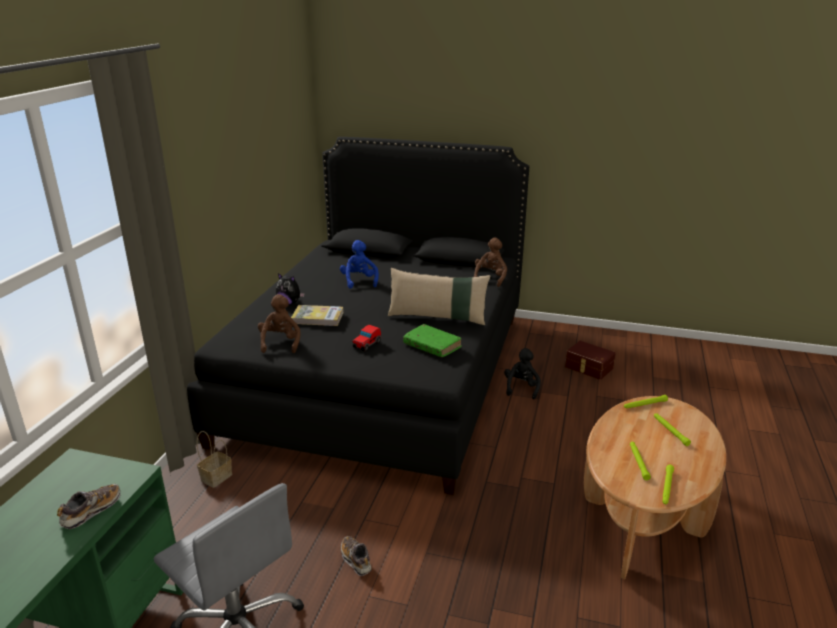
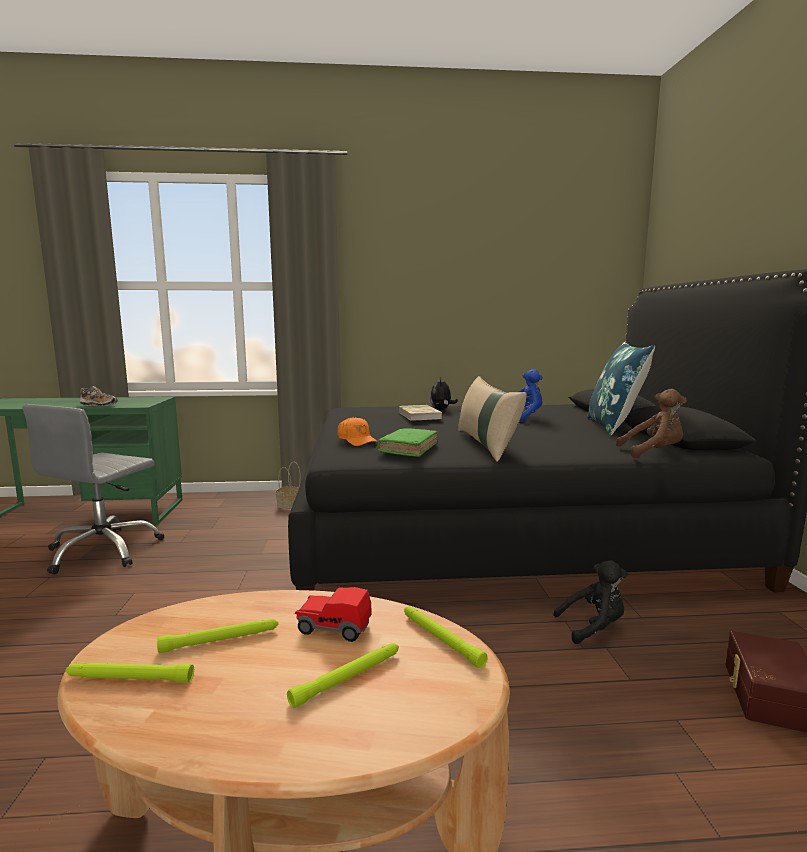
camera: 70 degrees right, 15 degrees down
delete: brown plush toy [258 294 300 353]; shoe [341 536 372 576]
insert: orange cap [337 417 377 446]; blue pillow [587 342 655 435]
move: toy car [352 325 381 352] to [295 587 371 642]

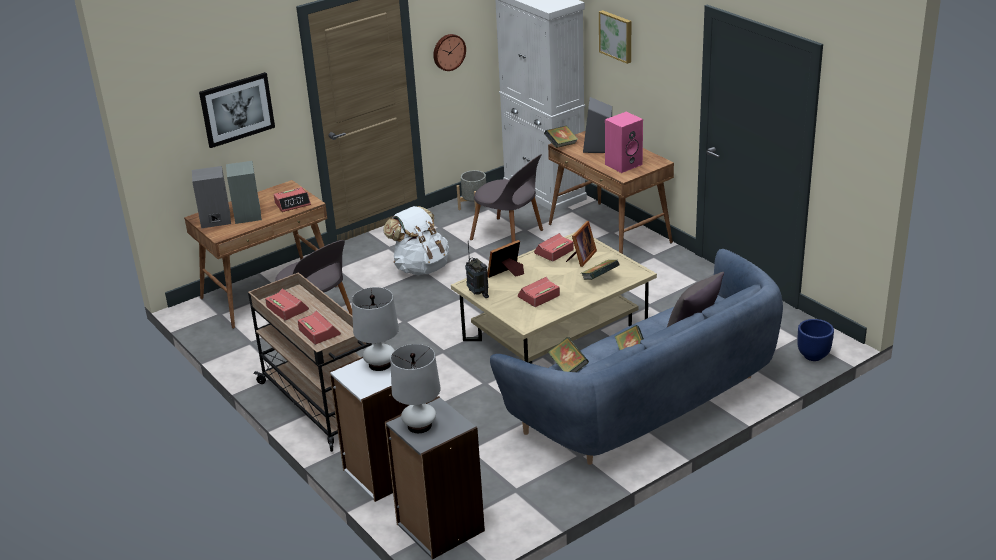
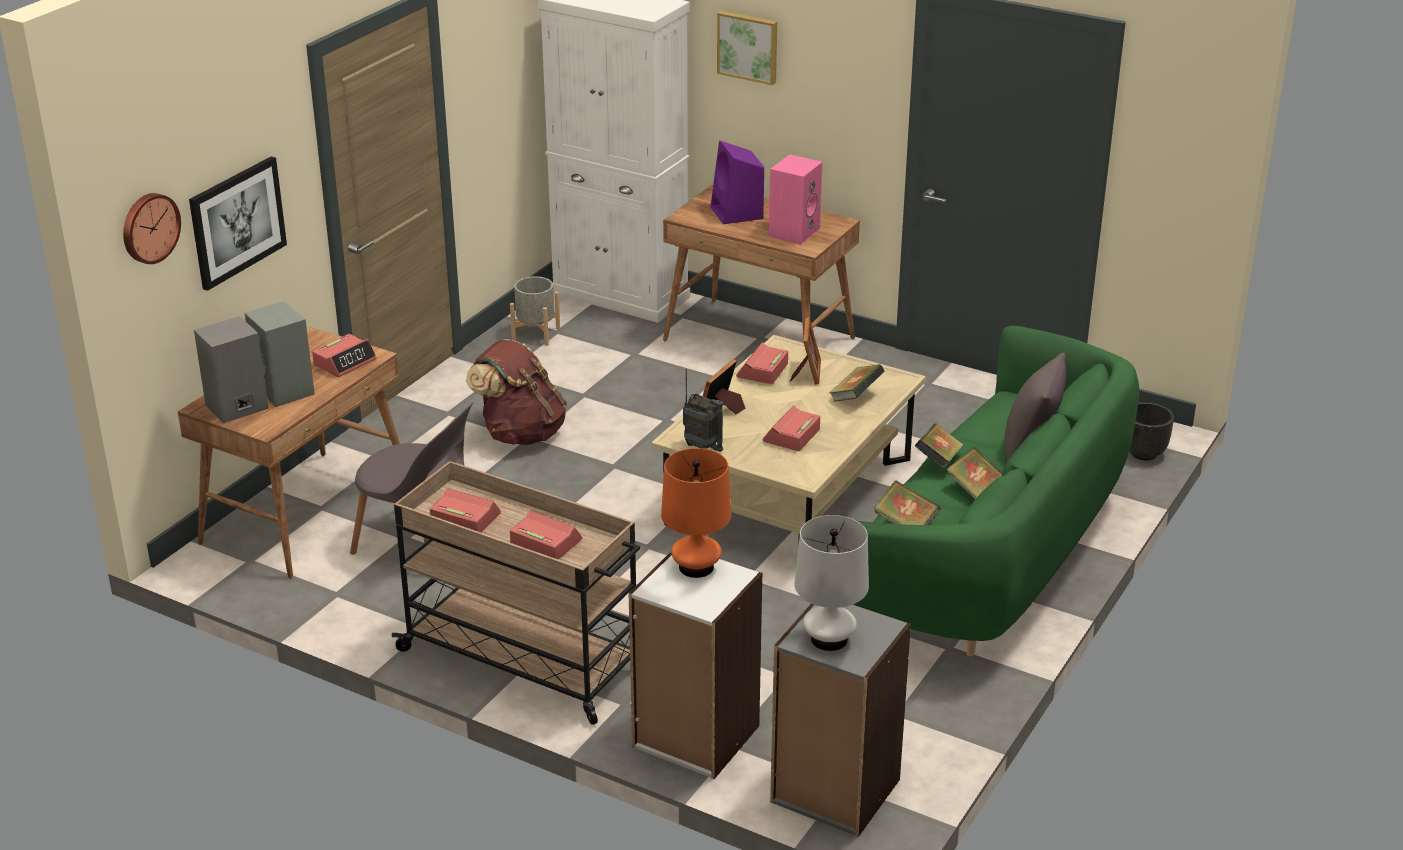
camera: 25 degrees left, 0 degrees up
delete: grey chair [470 154 543 242]
move: wall clock [433 34 466 71] to [123 193 181 264]; book [544 126 578 148] to [915 423 964 469]
recolor: white table lamp [352 287 399 371] to orange table lamp [661 448 731 578]; white backpack [383 206 449 275] to brown backpack [466 339 567 445]; blue sofa [490 249 783 465] to green sofa [853 326 1139 657]; grey speaker [583 97 612 153] to purple speaker [711 140 764 224]; blue planter [797 319 834 361] to black planter [1129 402 1174 460]

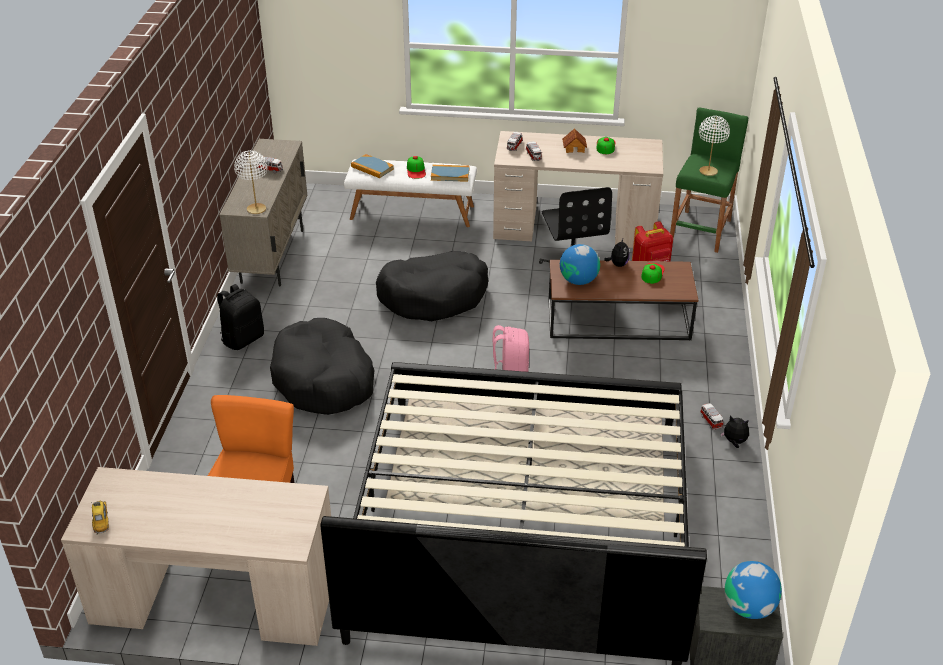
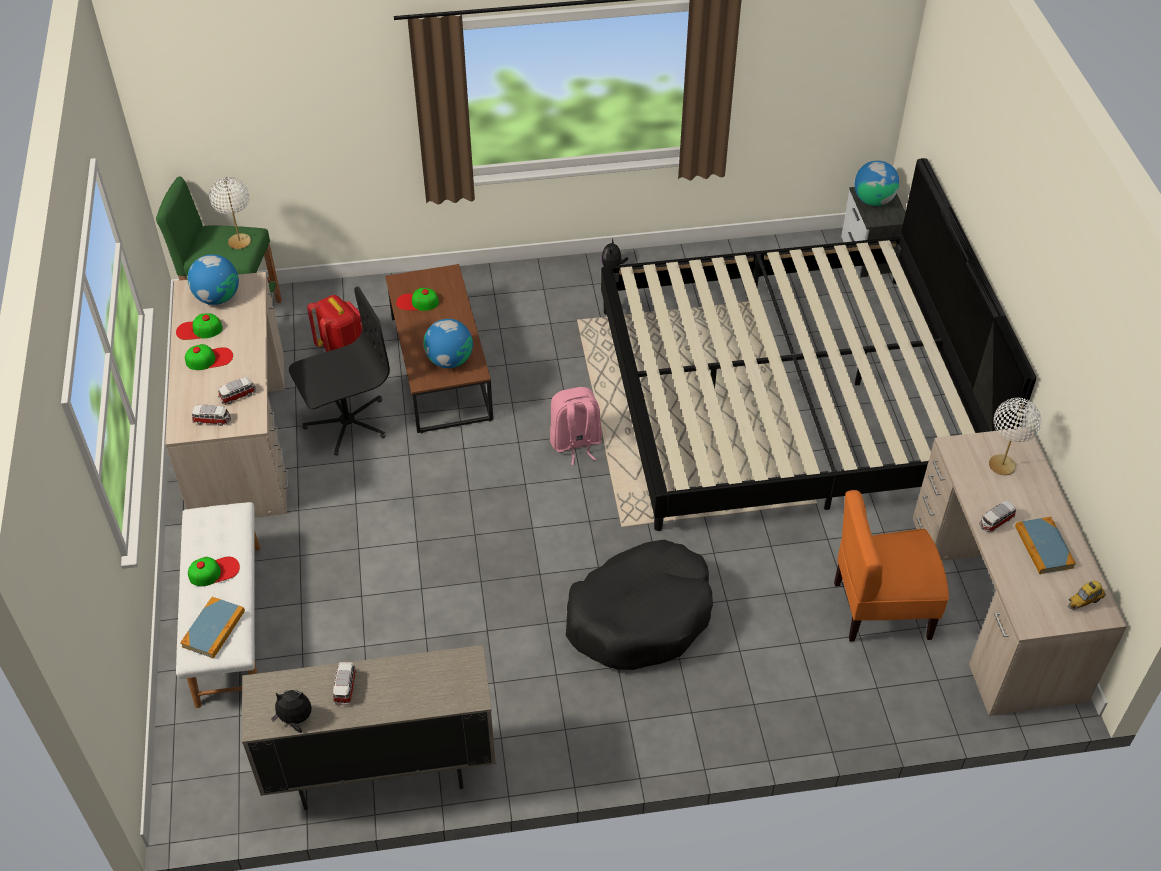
camera: 105 degrees left, 10 degrees up
delete: black backpack [217 284 264 350]; black dog bed [376 251 488 321]
insert: globe [187 254 239 305]
move: white table lamp [234 150 268 214] to [989 398 1042 475]; book [431 165 469 182] to [1015 517 1076 574]; plush toy [604 237 630 267] to [272 690 312 733]; toy car [700 403 723 430] to [979 501 1016 532]
replace: toy house [562 128 587 153] to cap [185 344 233 370]

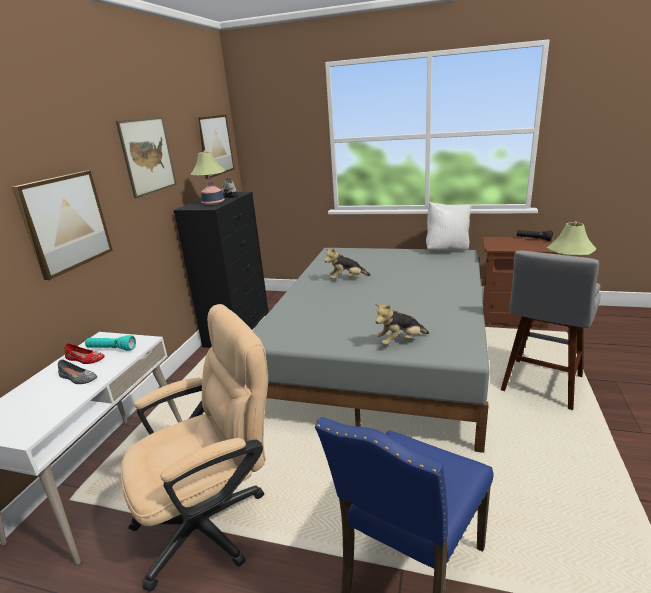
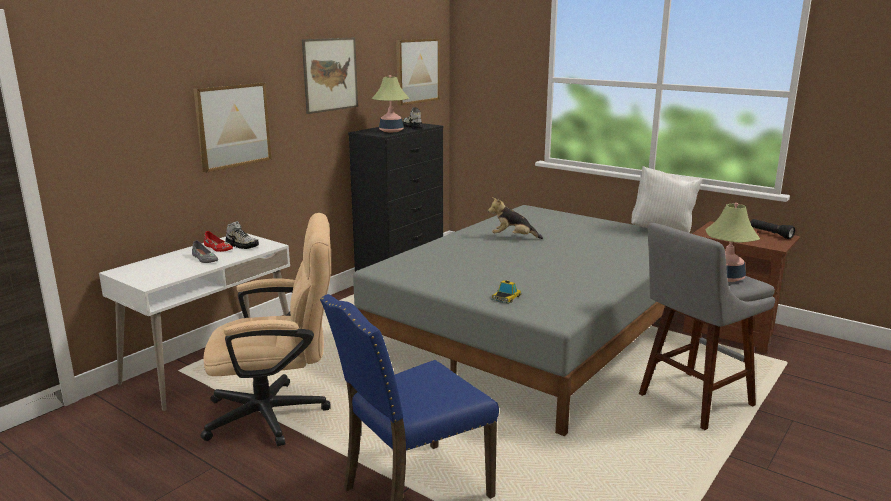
camera: 20 degrees right, 5 degrees down
replace: turquoise flashlight [85 335 136 351] to shoe [225 221 259 249]; plush toy [375 304 429 345] to toy car [491 280 522 304]

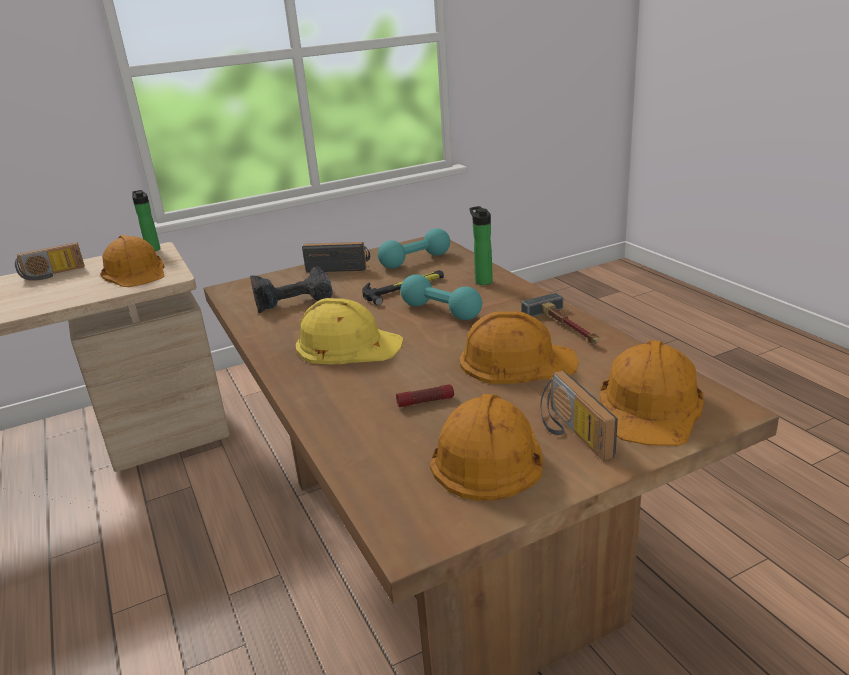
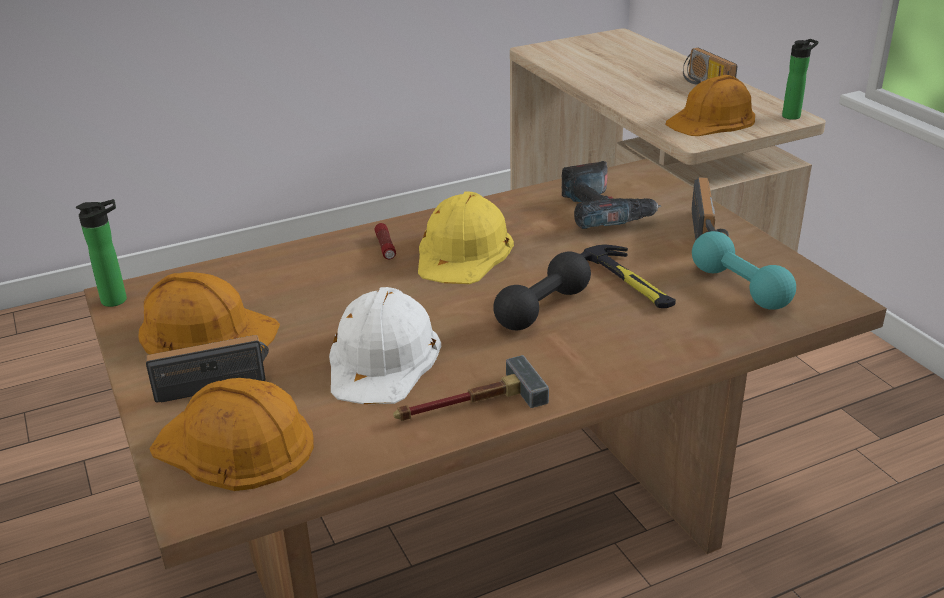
camera: 90 degrees right, 5 degrees up
move: flashlight [396 384 454 407] to [375 223 396 259]; bottle [470 206 493 285] to [76 199 127 307]
recolor: turquoise dumbbell [400 274 482 320] to black dumbbell [493 252 591 330]; orange hard hat [460 311 579 384] to white hard hat [329 287 441 404]

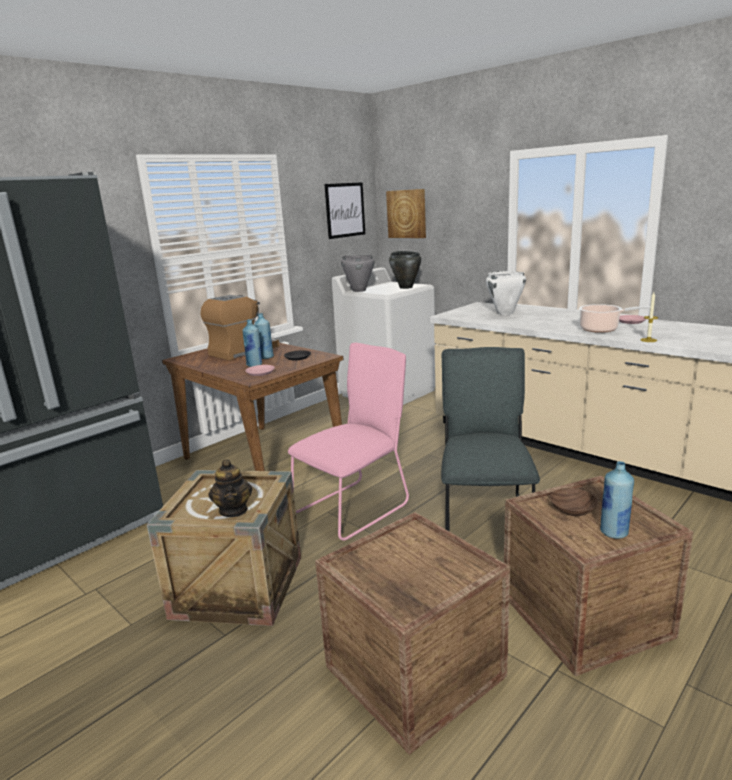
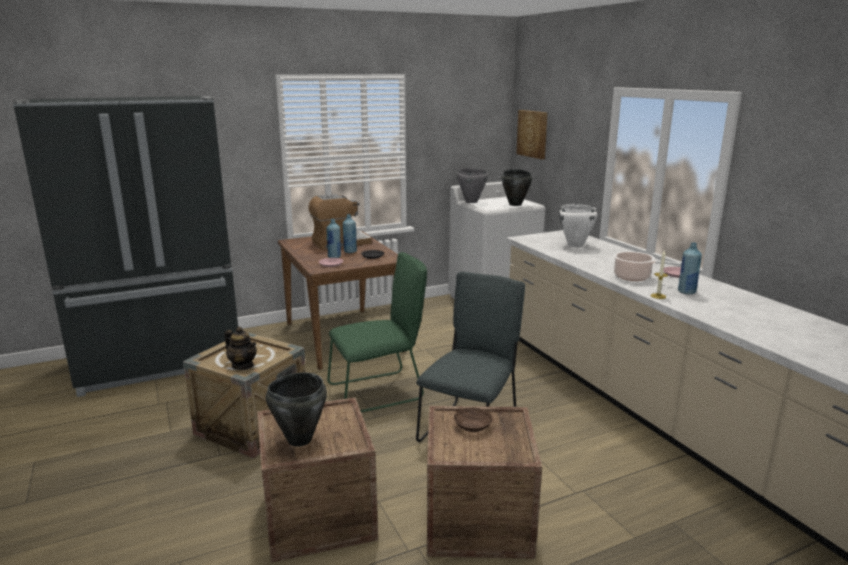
camera: 20 degrees right, 0 degrees up
delete: picture [324 182 365 239]
insert: black cooking pot [266 372 327 447]
move: blue bottle [600 461 634 539] to [678 243 702 294]
recolor: pink chair [288 343 409 541] to green chair [327 252 427 412]
rotate: teapot [209 459 252 517] = [224 327 257 370] 60 degrees counterclockwise

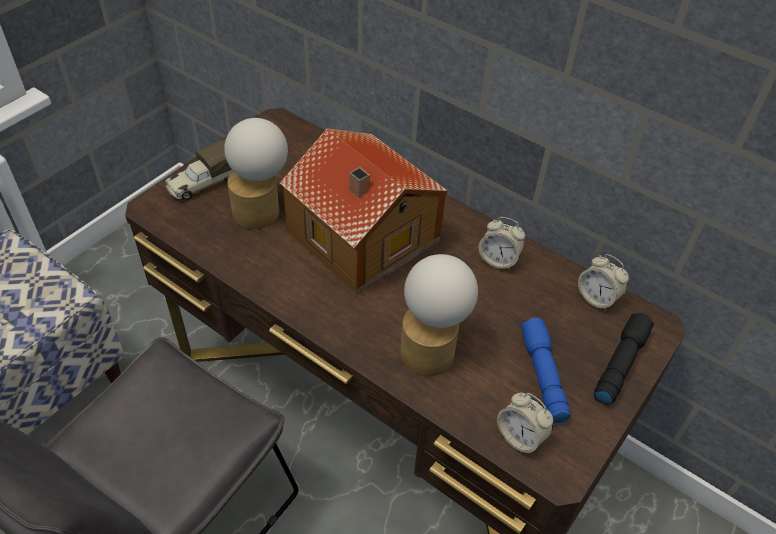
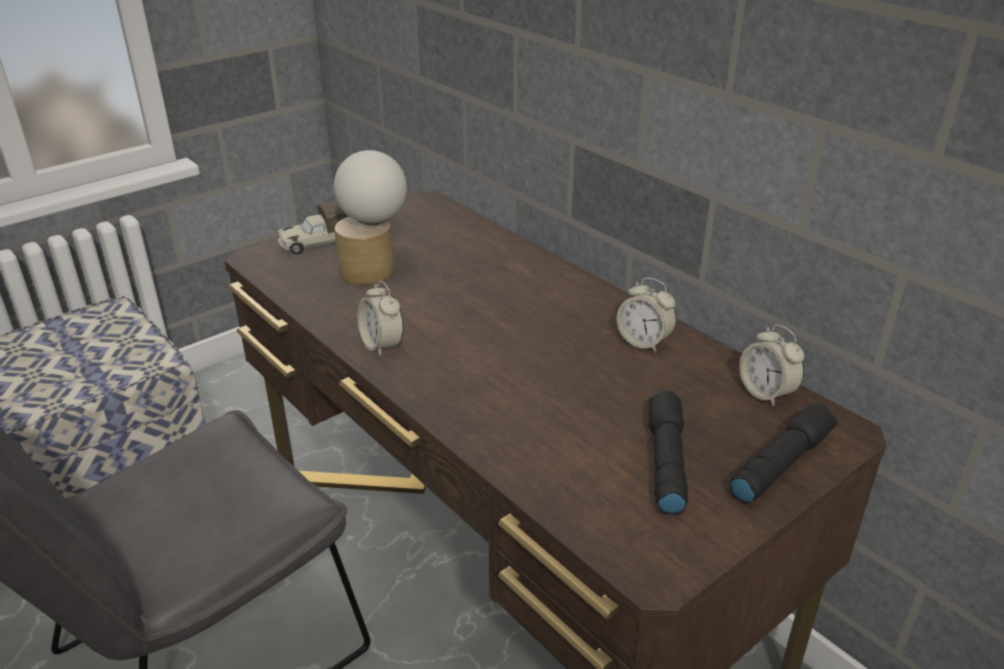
camera: 15 degrees right, 15 degrees down
delete: toy house [280 128 448 295]; table lamp [400 254 478 376]
move: alarm clock [497 392 553 455] to [357 281 404 357]
recolor: blue flashlight [521 318 570 424] to black flashlight [649 391 688 514]

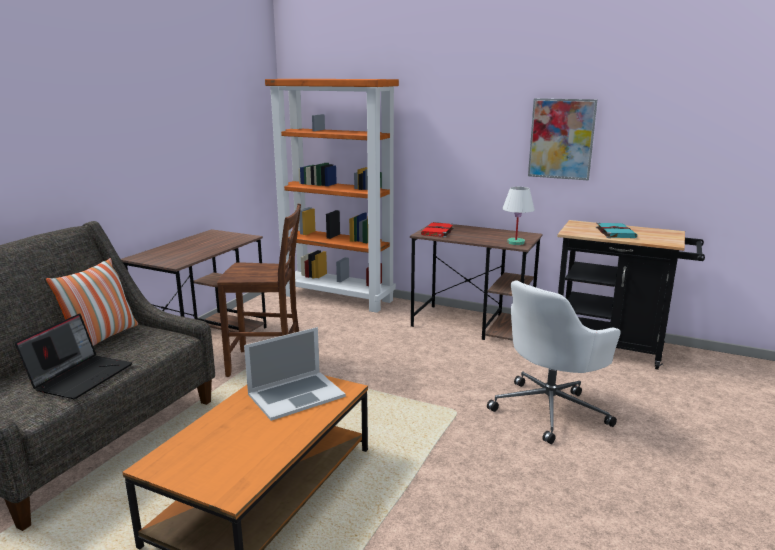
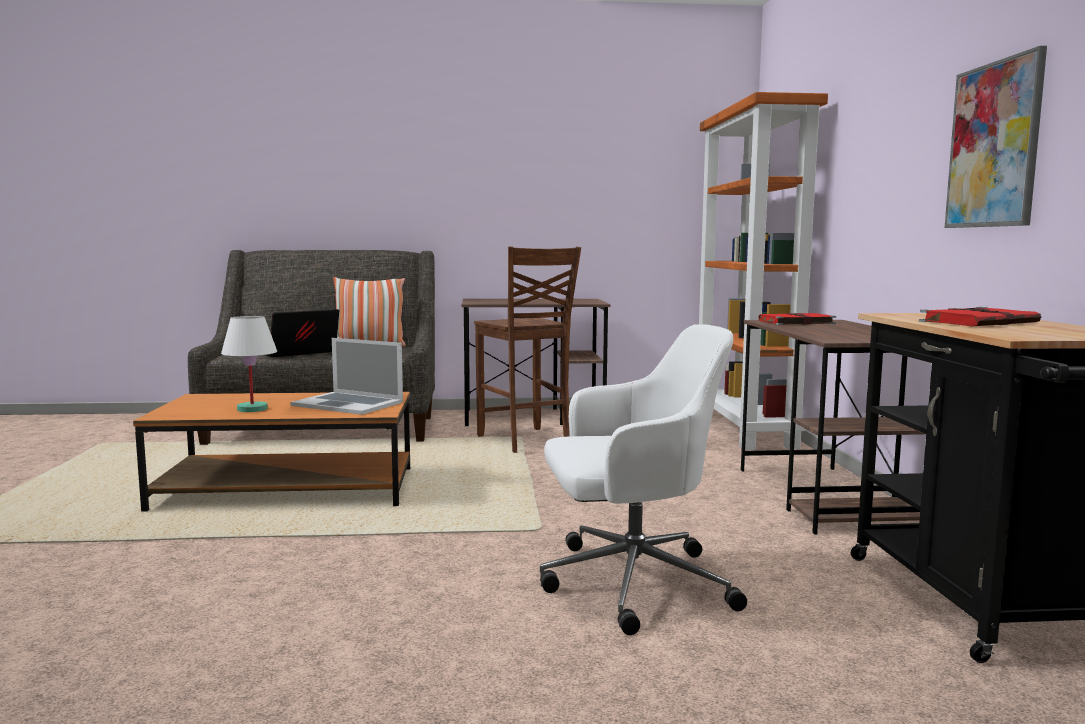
camera: 60 degrees right, 10 degrees down
move: white table lamp [502 187 535 245] to [221 316 277 412]
recolor: turquoise book [596 223 637 238] to red book [919 307 1041 326]
rotate: laptop [15 313 132 399] = [266 309 339 357] 150 degrees clockwise; white office chair [487 280 621 444] = [540 324 747 635] 150 degrees clockwise

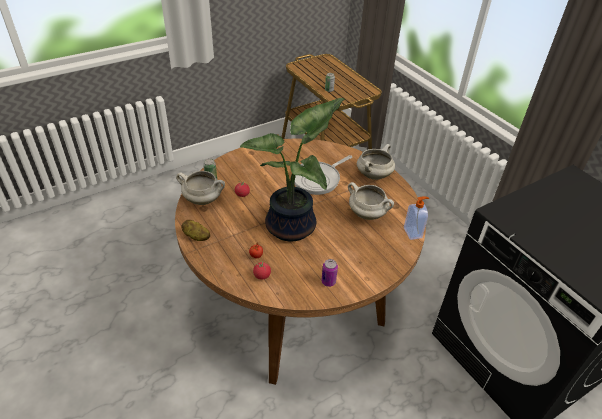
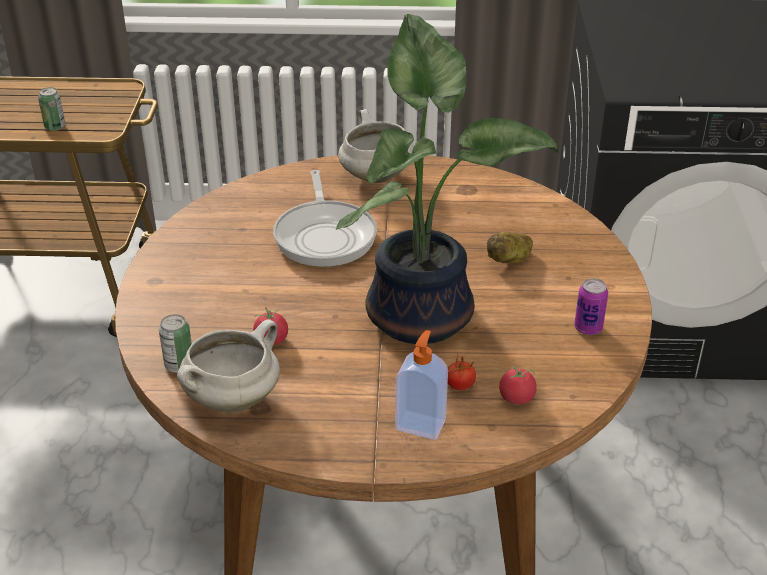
camera: 55 degrees left, 5 degrees down
delete: white cooking pot [348 182 394 220]
move: potato [181 220 210 241] to [487 232 533 263]; soap dispenser [404 197 429 240] to [395 330 448 440]

